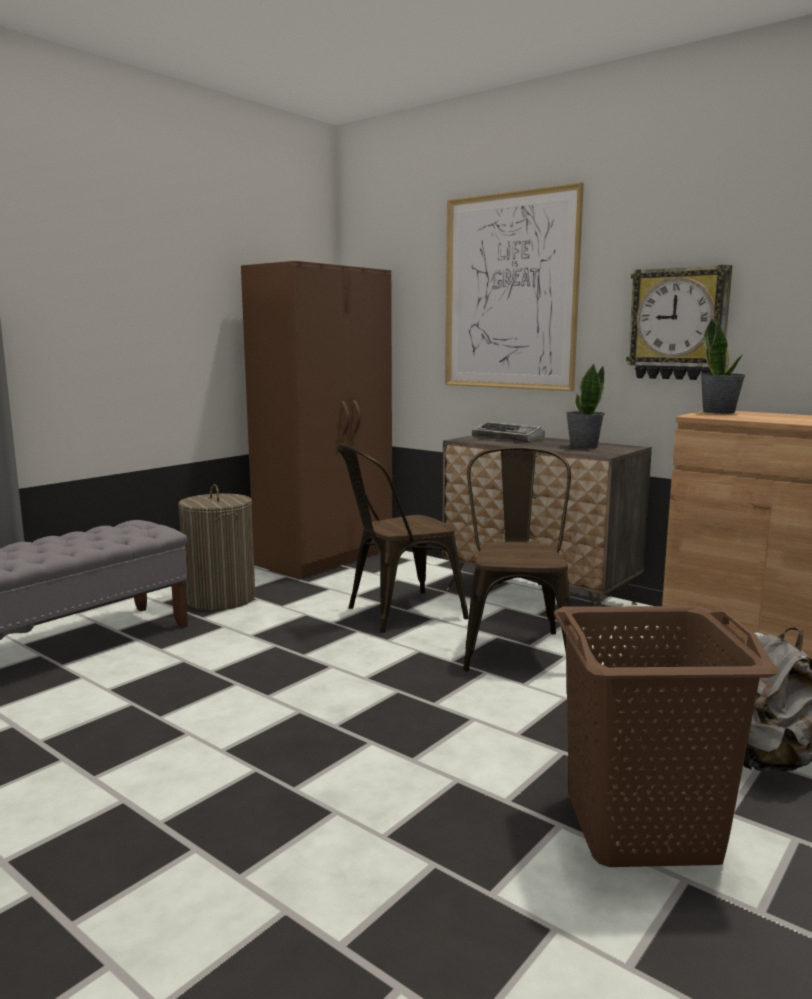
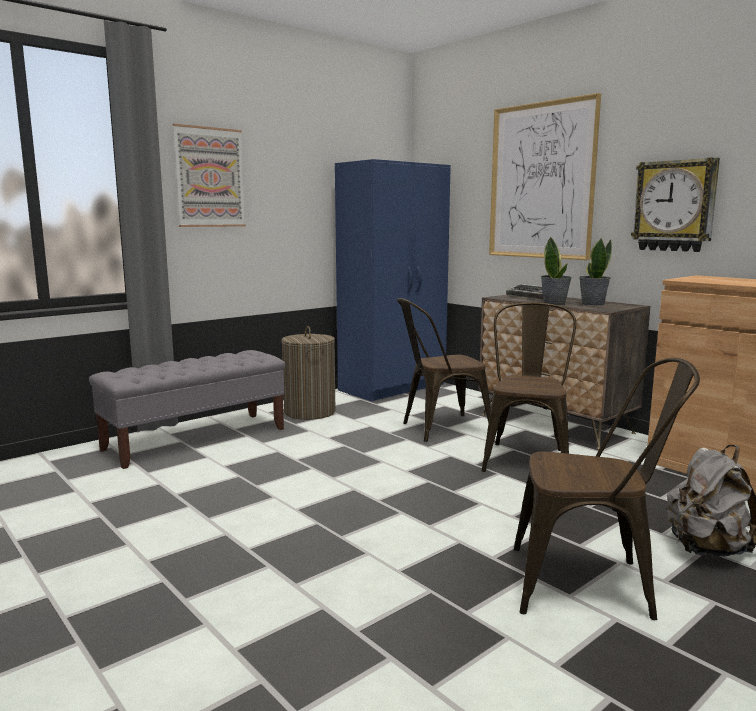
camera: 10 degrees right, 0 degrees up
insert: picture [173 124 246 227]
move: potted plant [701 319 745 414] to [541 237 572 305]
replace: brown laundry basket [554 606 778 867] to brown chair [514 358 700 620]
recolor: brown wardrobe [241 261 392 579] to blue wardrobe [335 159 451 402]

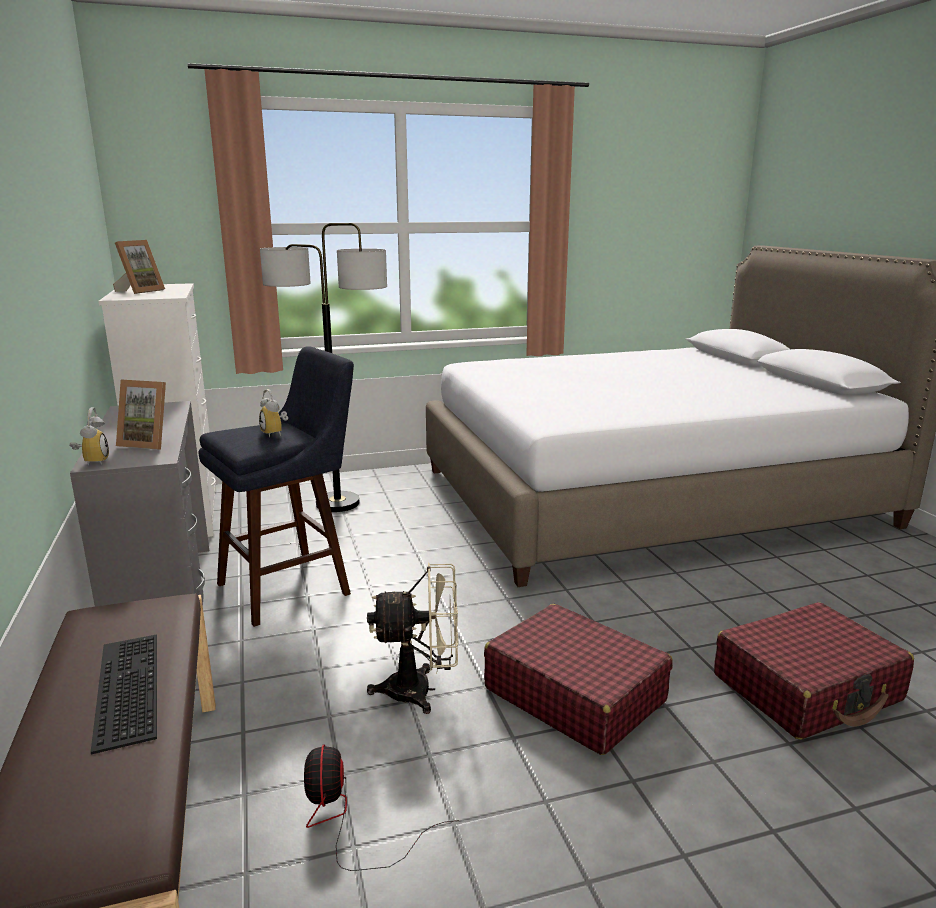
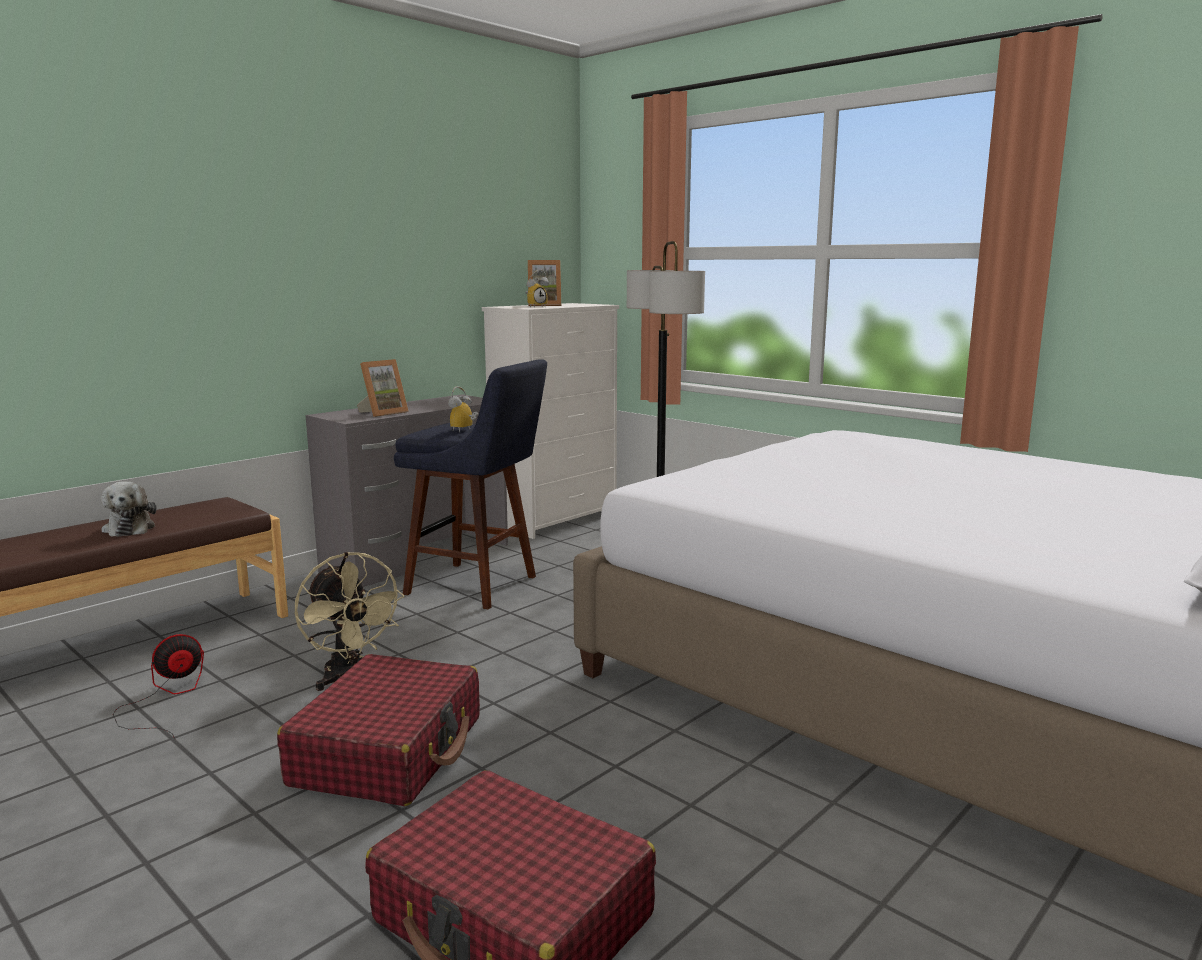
camera: 60 degrees right, 5 degrees down
move: alarm clock [70 407 109 465] to [525 269 549 308]
replace: keyboard [91 634 157 754] to plush toy [101 481 157 537]
rotate: picture frame [116 380 166 450] = [357 359 409 417] 120 degrees counterclockwise

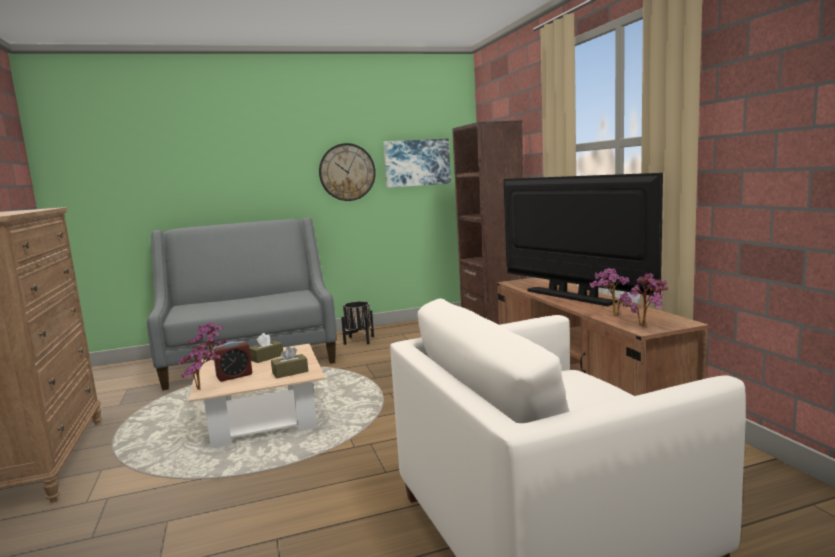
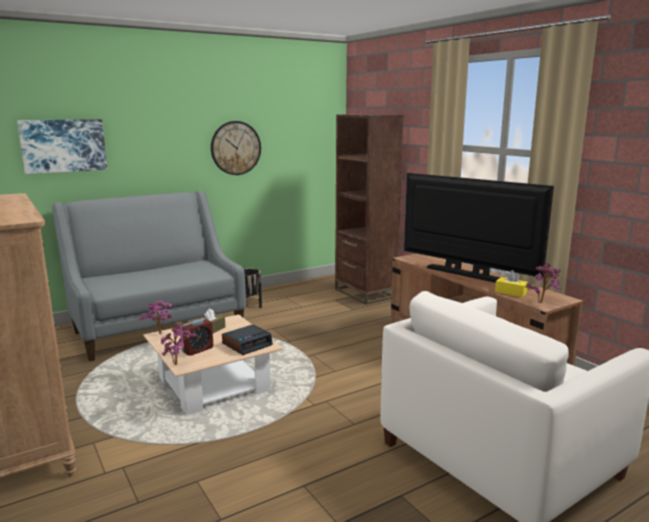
camera: 15 degrees left, 5 degrees up
move: picture [384 139 451 188] to [17 119 107 174]
replace: brown tissue box [271 346 308 378] to alarm clock [222 324 273 355]; potted plant [589 268 632 316] to yellow tissue box [495 270 528 297]

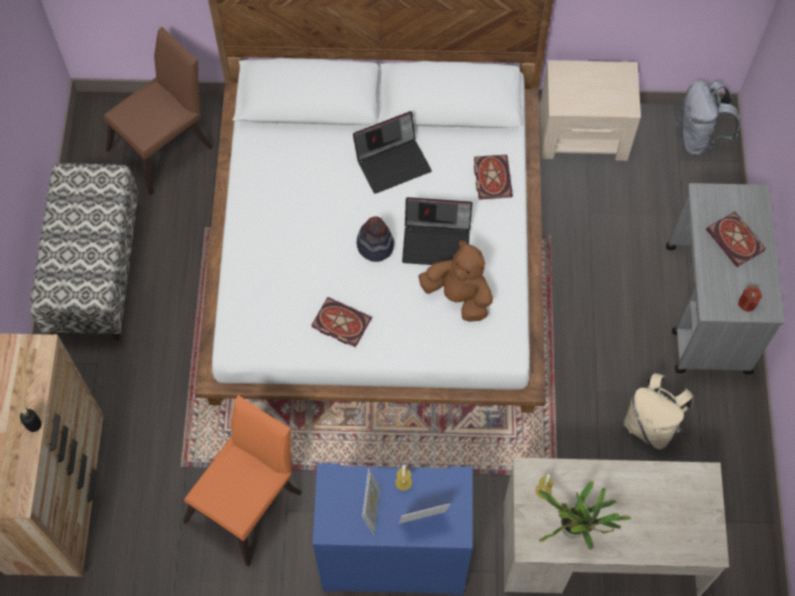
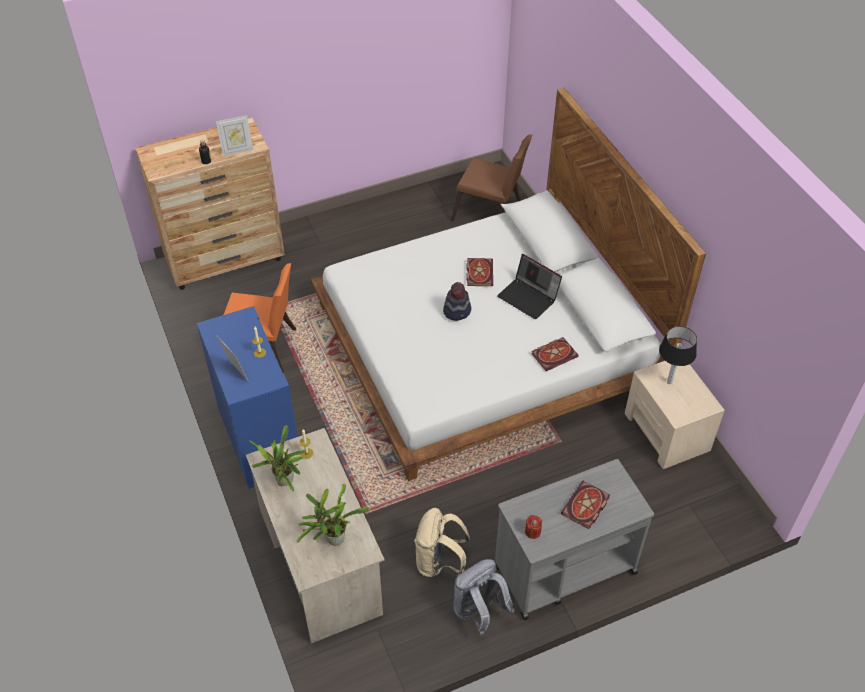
camera: 65 degrees right, 15 degrees down
delete: bench [30 164 139 341]; laptop [402 197 472 265]; brown plush toy [418 240 493 322]
insert: potted plant [297 483 370 546]; table lamp [659 326 697 384]
move: book [312 297 372 348] to [466 258 493 286]; picture frame [362 468 380 534] to [216 115 253 156]; grey backpack [676 80 741 155] to [453 559 514 636]

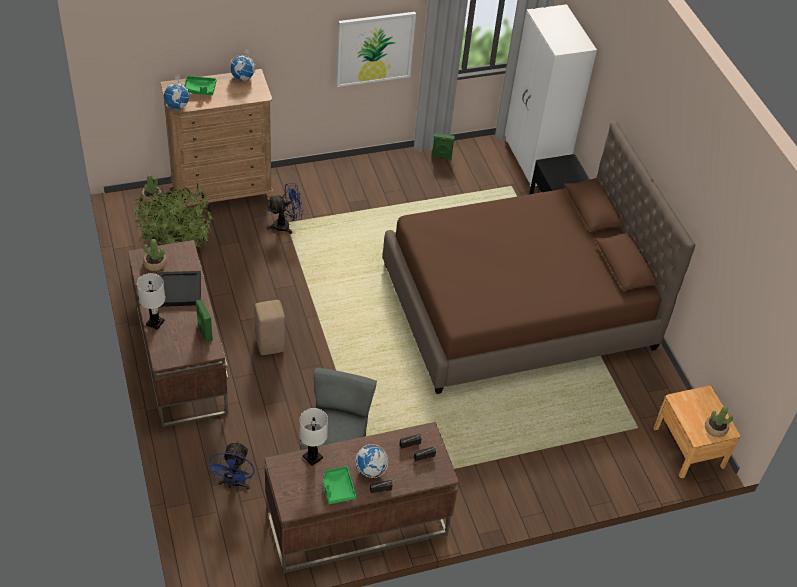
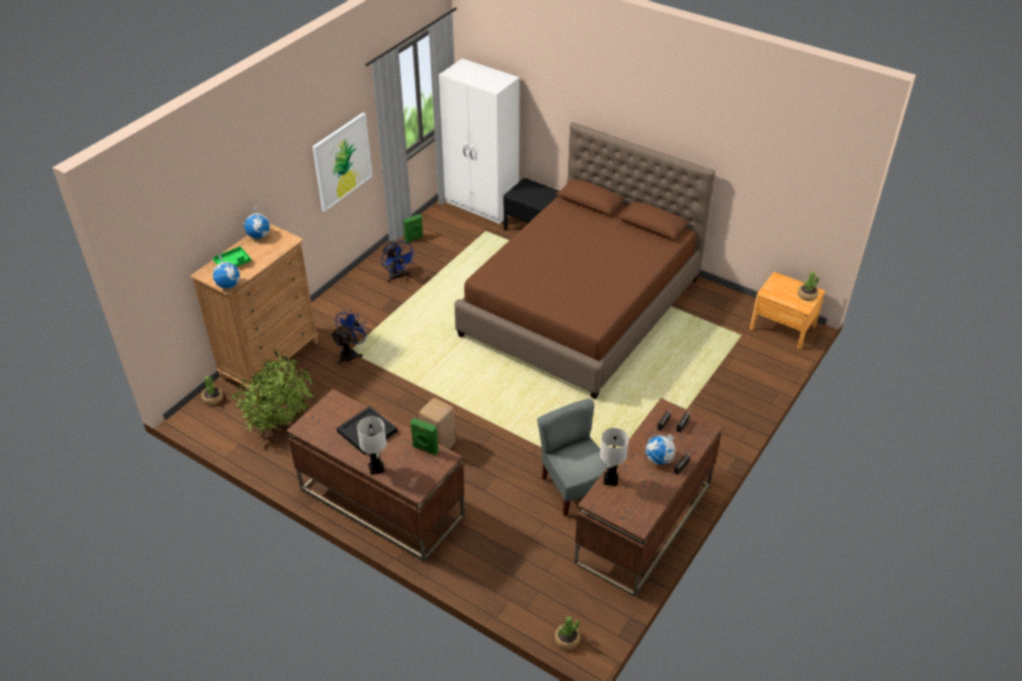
camera: 35 degrees left, 5 degrees down
delete: green tray [323 466 356 504]
move: potted plant [143 239 167 271] to [555 616 580 650]; blue fan [207 441 255 490] to [381 240 416 282]

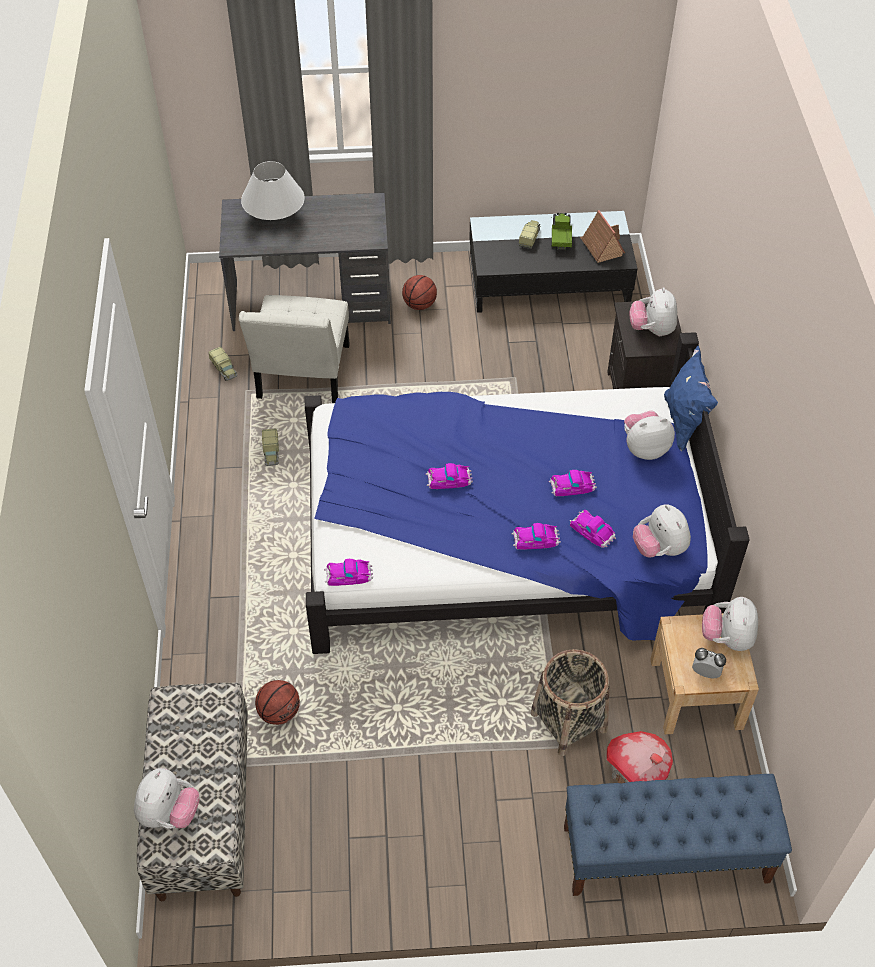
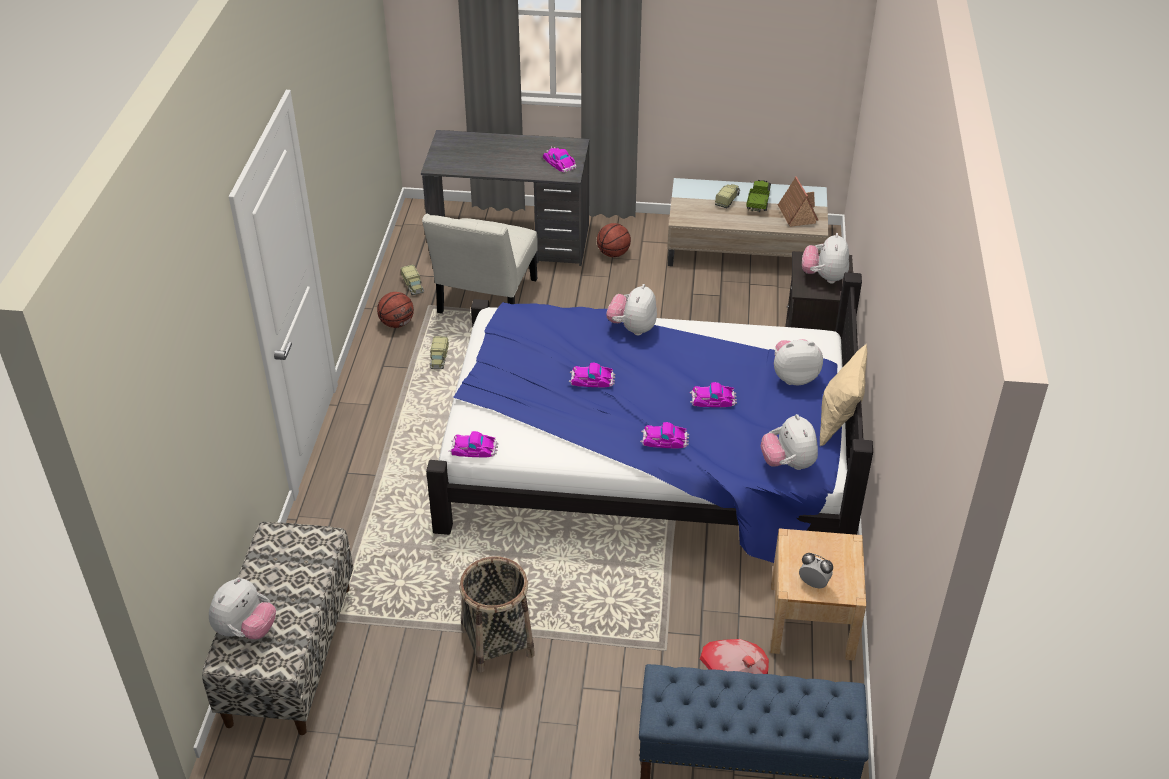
camera: 10 degrees right, 10 degrees down
delete: white table lamp [241 161 305 220]; blue pillow [664 346 718 451]
insert: beige pillow [820 343 867 446]
move: basketball [255 680 300 725] to [377 292 414 328]; basket [531 649 609 756] to [459 556 535 673]; toy car [570 510 616 548] to [543 147 577 172]; plush toy [702 597 758 651] to [606 284 657 335]
recolor: black coffee table [469 211 638 313] to beige coffee table [667 178 829 266]

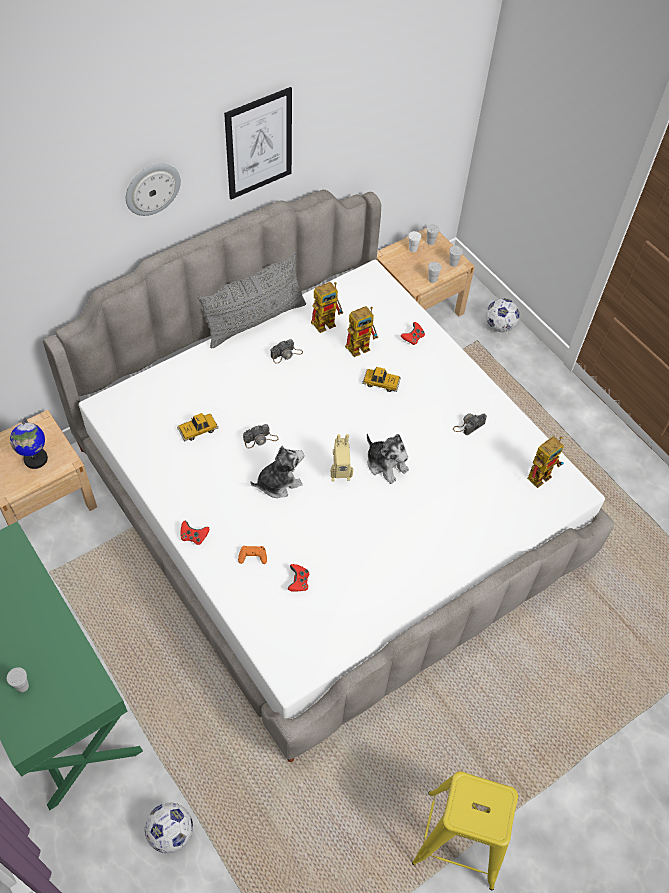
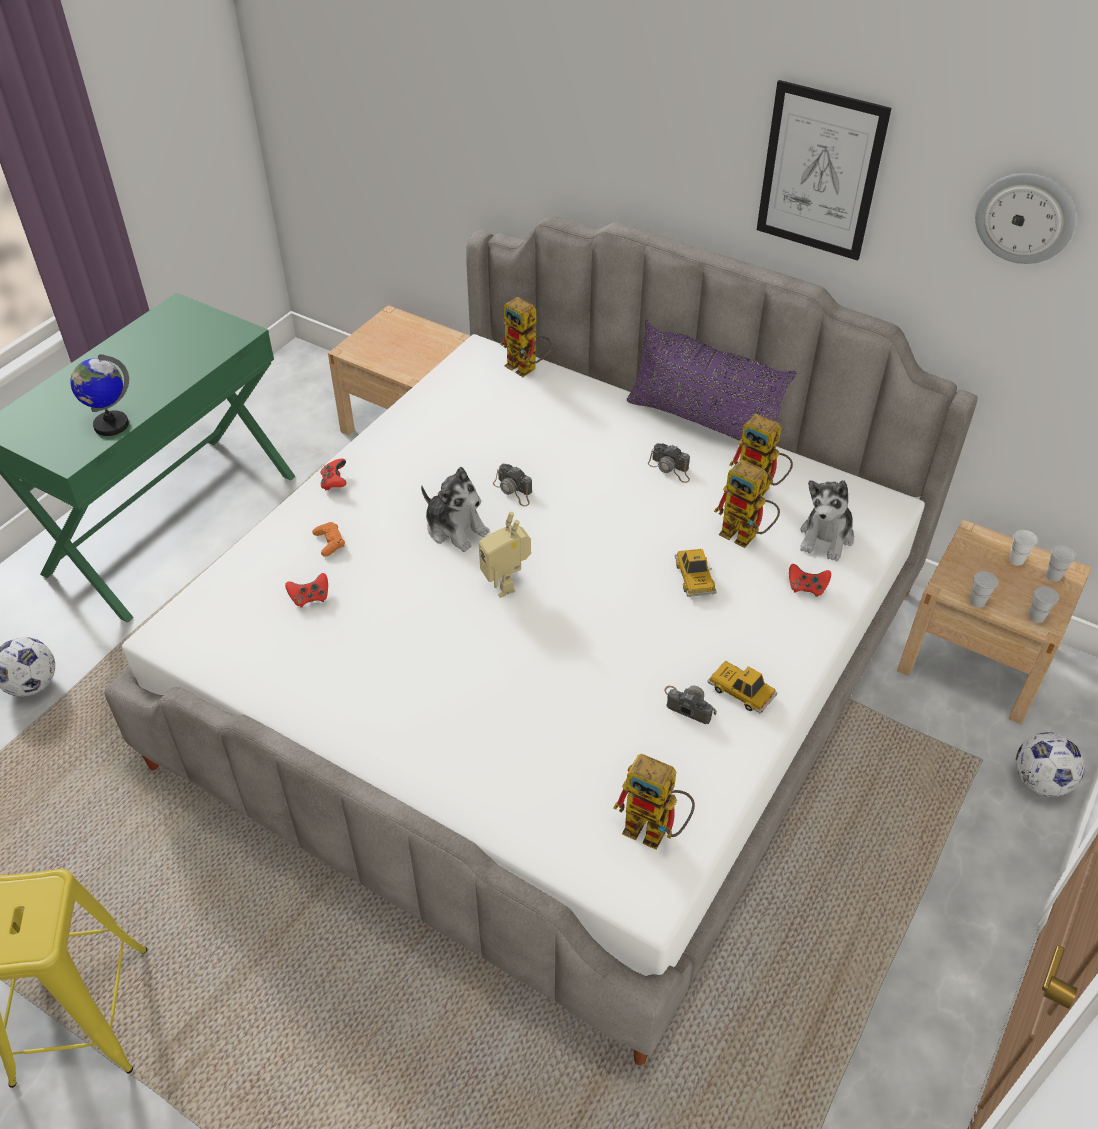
camera: 70 degrees right, 10 degrees down
delete: white cup [7 667 29 692]
insert: toy robot [501 297 553 377]
move: globe [10 418 48 469] to [71 354 129 436]; wall clock [126 164 181 216] to [975 173 1076 264]; toy car [177 413 219 441] to [707 661 777 714]; plush toy [367 434 409 484] to [800 480 854 561]
recolor: grey pillow [197 252 306 348] to purple pillow [627 318 797 441]

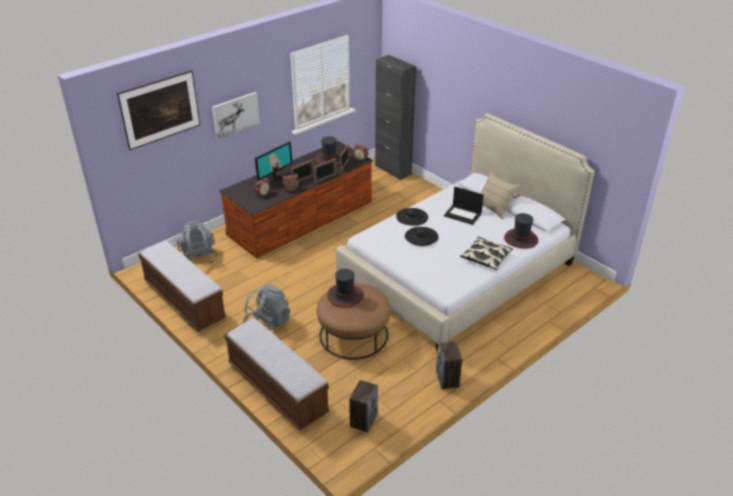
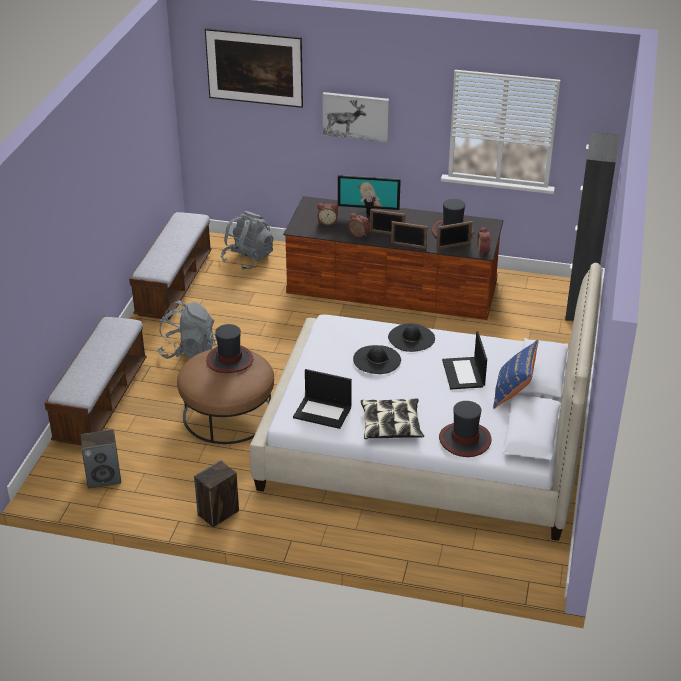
camera: 55 degrees right, 0 degrees up
insert: laptop [293 369 352 429]
recolor: beige pillow [481 171 520 219] to blue pillow [493 340 538 409]

